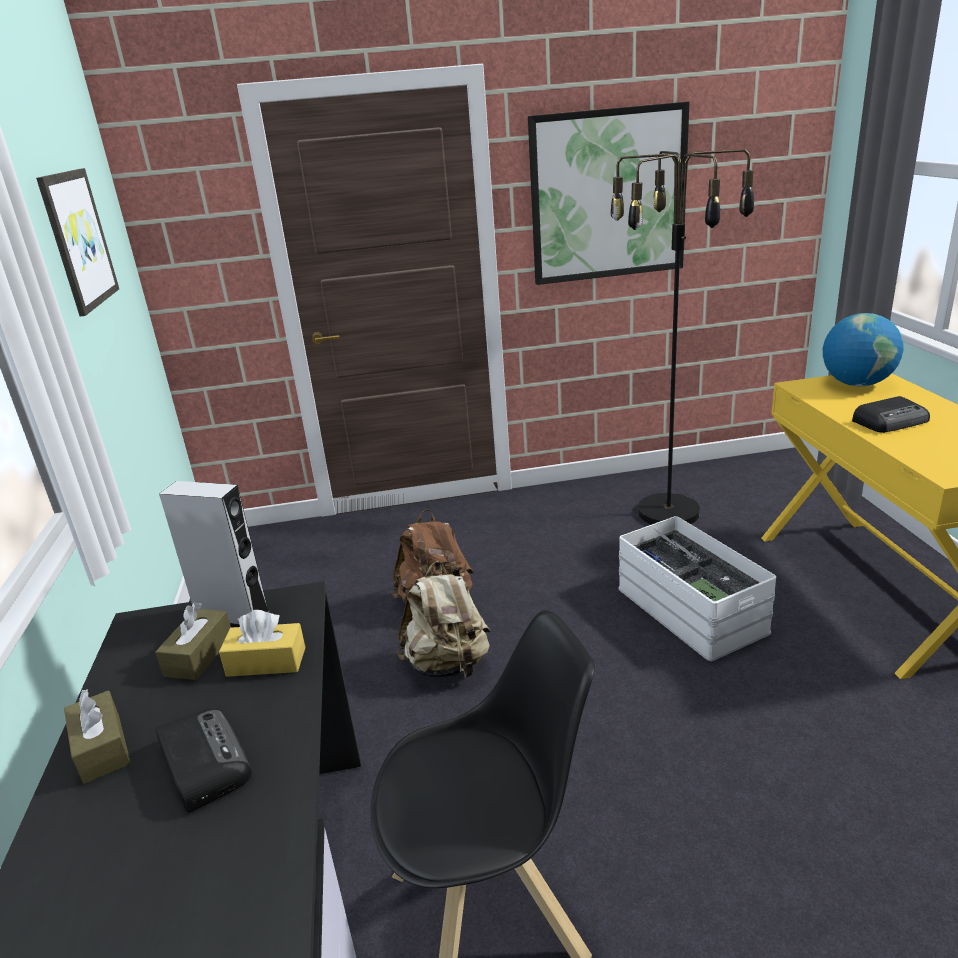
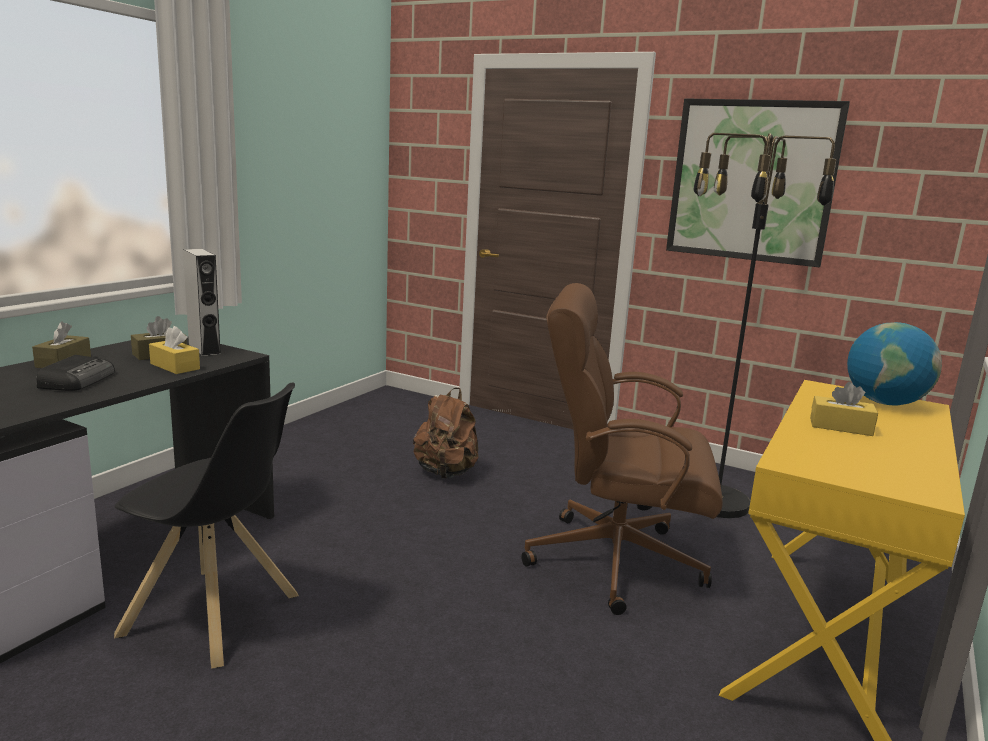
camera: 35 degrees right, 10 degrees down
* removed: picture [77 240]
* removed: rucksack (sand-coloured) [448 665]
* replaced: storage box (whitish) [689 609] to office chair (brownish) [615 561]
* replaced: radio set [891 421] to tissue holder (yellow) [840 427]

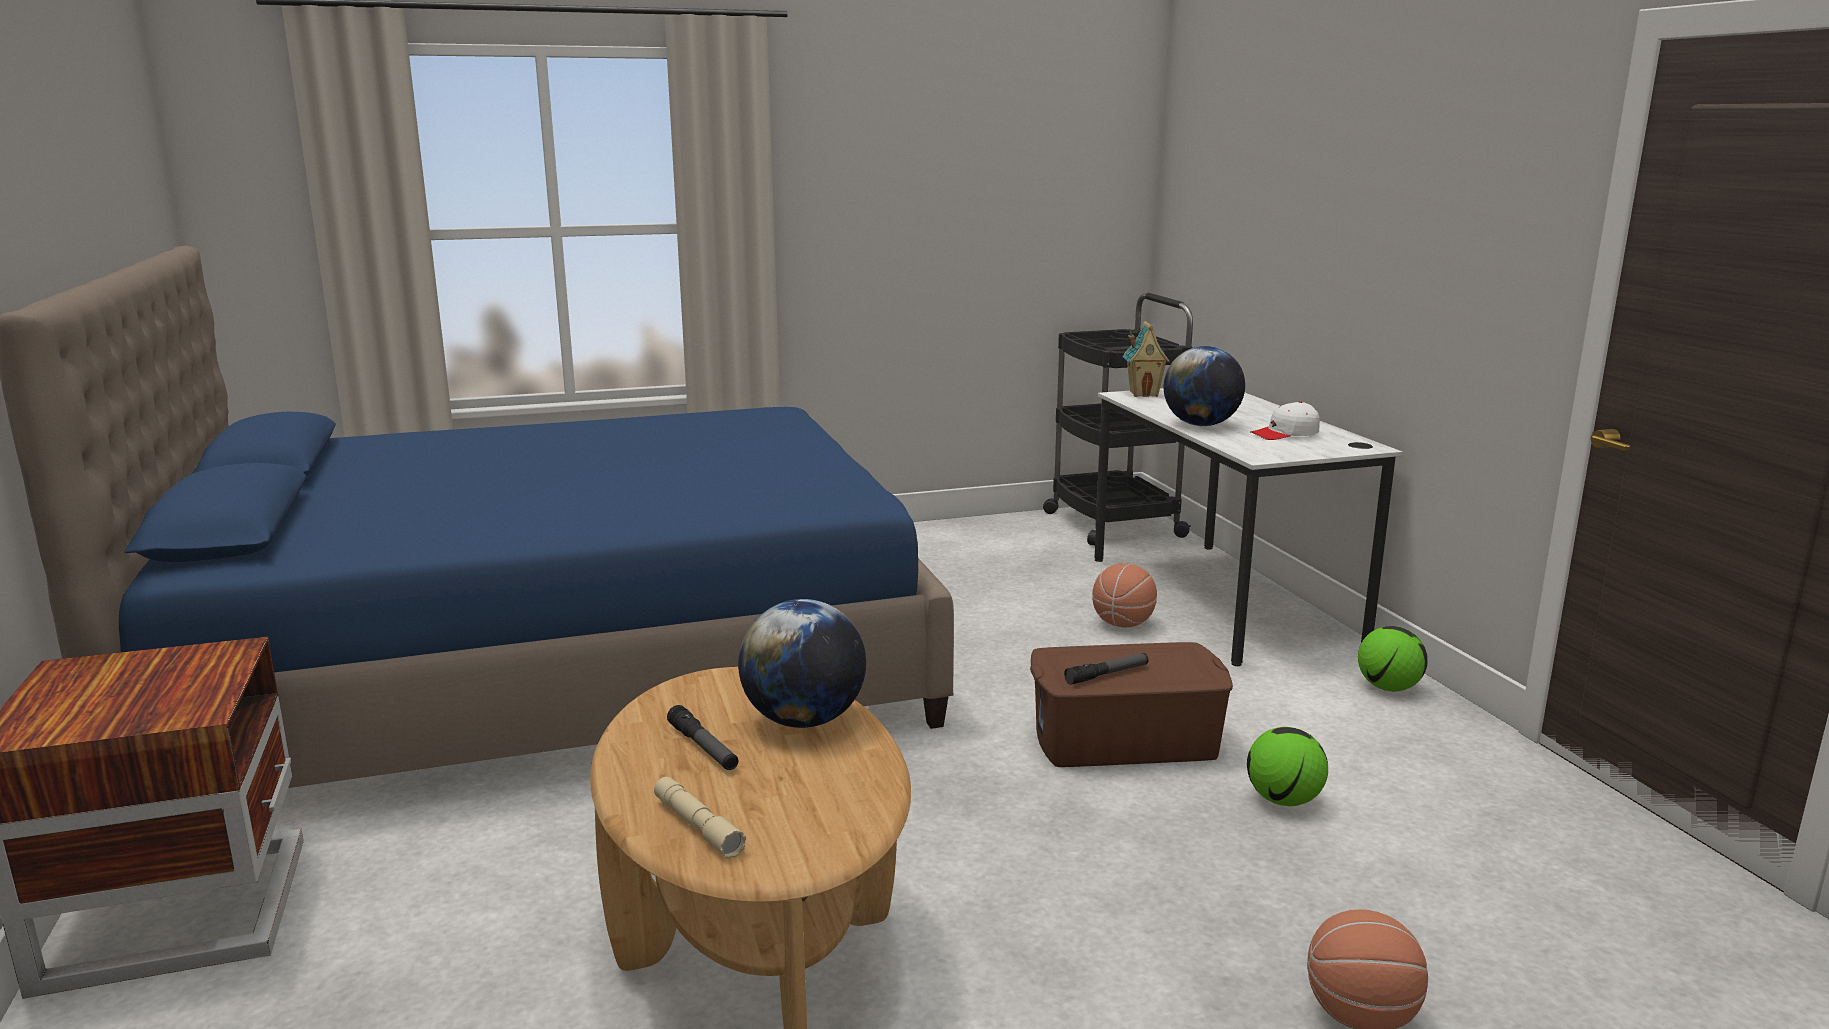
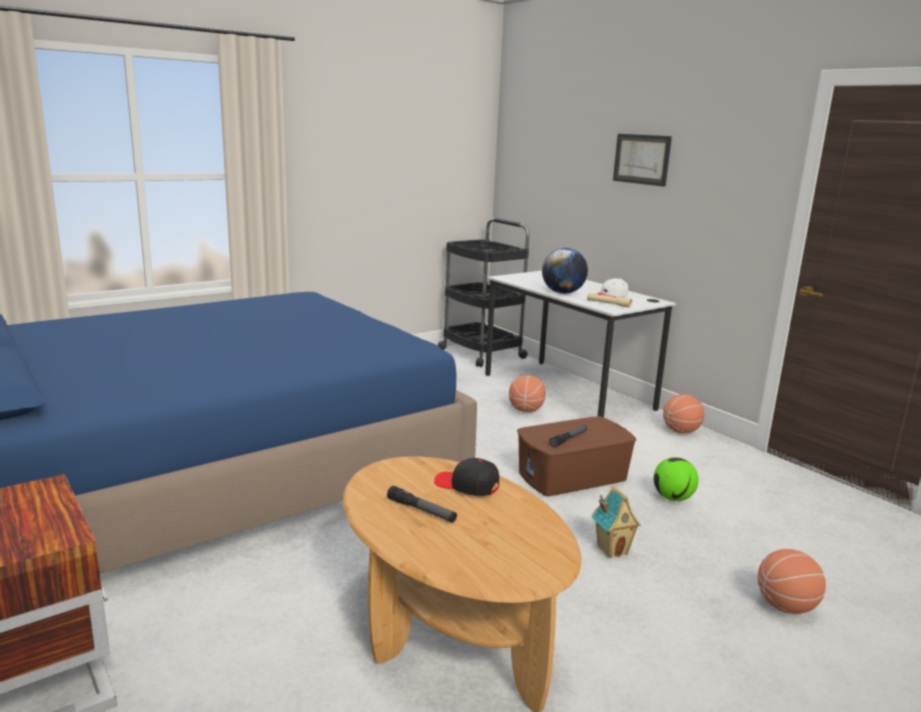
camera: 20 degrees left, 0 degrees up
* added: picture [641 159]
* moved: flashlight (sand-coloured) [698 827] to [608 304]
* moved: toy house [1144 394] to [612 550]
* replaced: world globe [804 720] to peaked cap (black-coloured) [467 485]
* replaced: football [1388 688] to basketball [681 431]

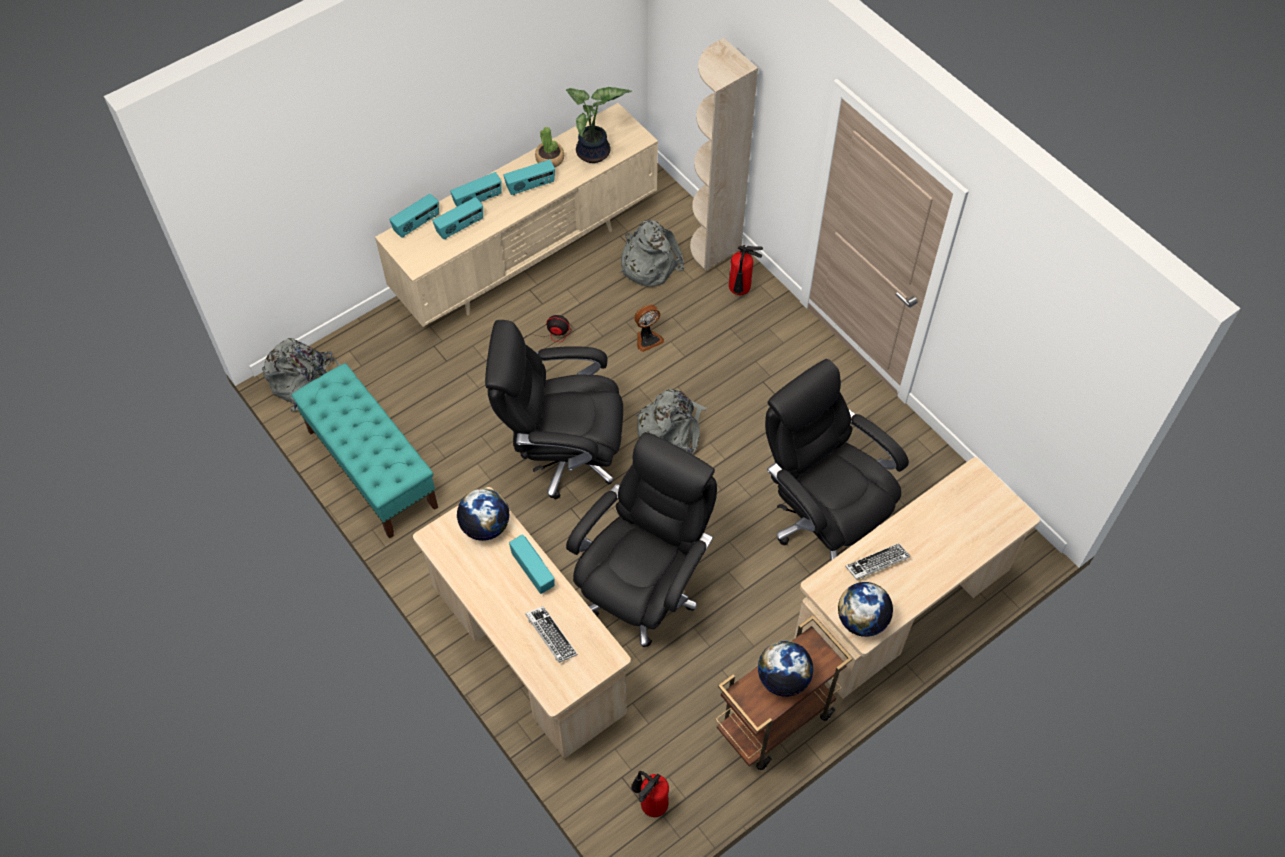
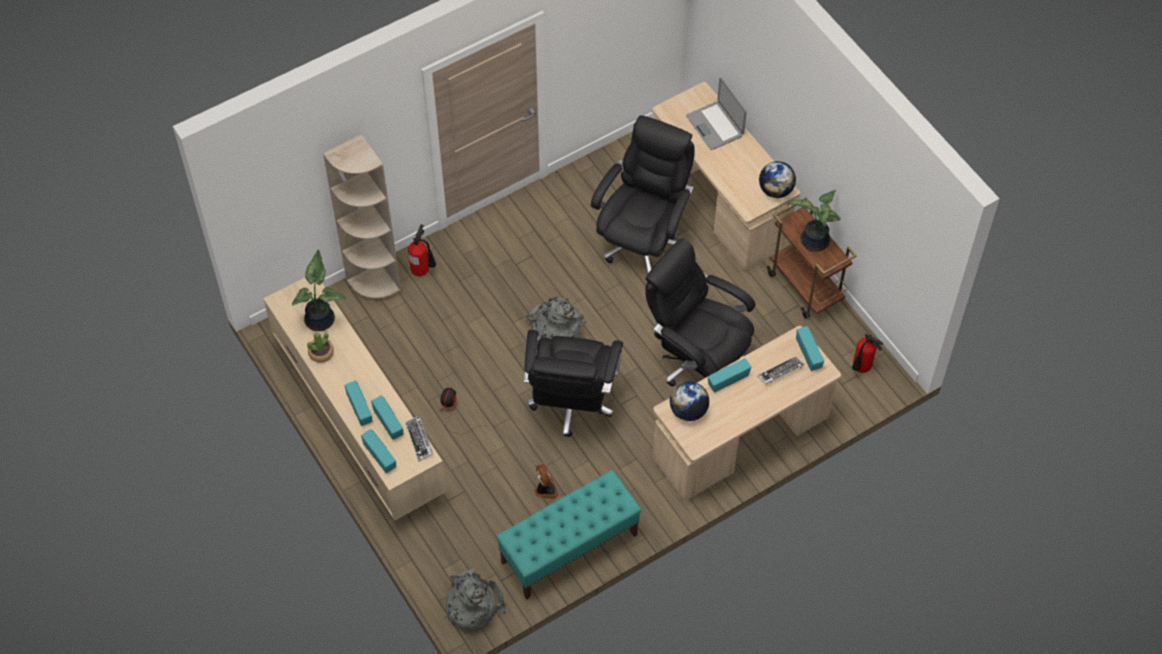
camera: 85 degrees left, 0 degrees up
* removed: rucksack (greyish) [648 263]
* added: portable computer [715 126]
* moved: radio set [530 186] to [809 354]
* moved: electric fan [647 339] to [545 489]
* moved: PC keyboard [877 563] to [419 440]
* replaced: world globe [783 678] to plant in a pot [813 242]
* turned: office chair (black-coloured) [821 518] = [643 241] 150 degrees clockwise

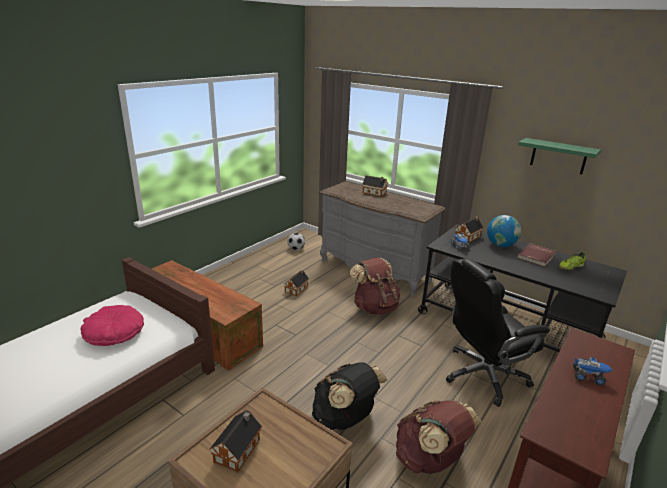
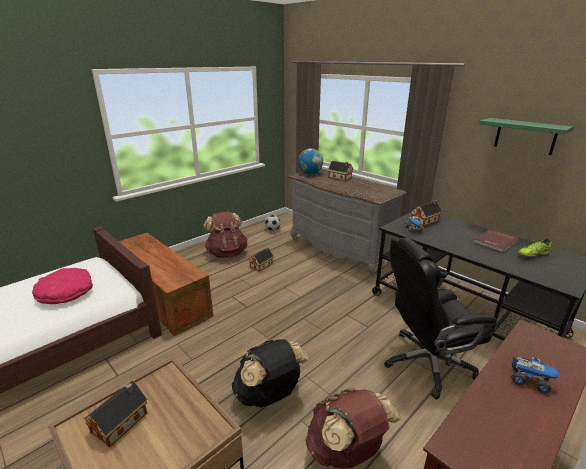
camera: 10 degrees right, 0 degrees up
* moved: rucksack (brownish) [374 307] to [227 253]
* moved: world globe [500 245] to [310 173]

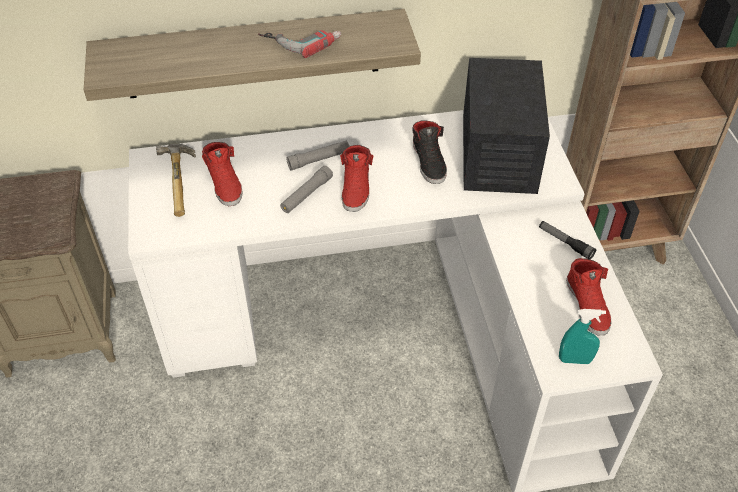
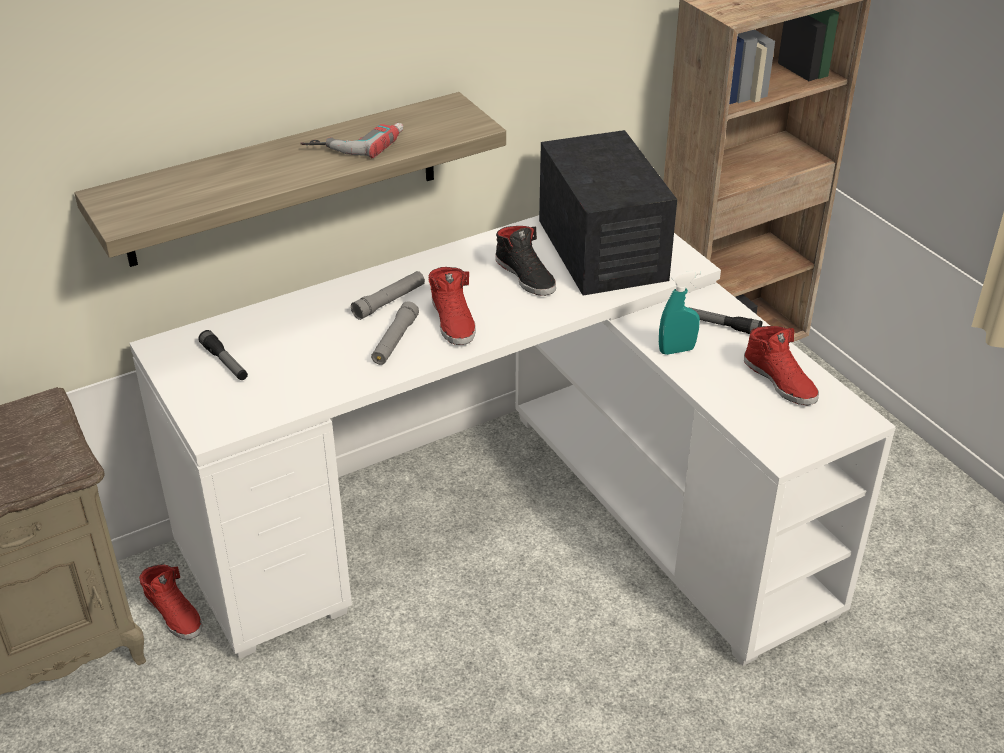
camera: 20 degrees left, 10 degrees down
* moved: low shoe (reddish) [225 183] to [174 613]
* moved: spray bottle (turquoise) [575 360] to [676 350]
* replaced: tool hammer [182 182] to flashlight [225 362]

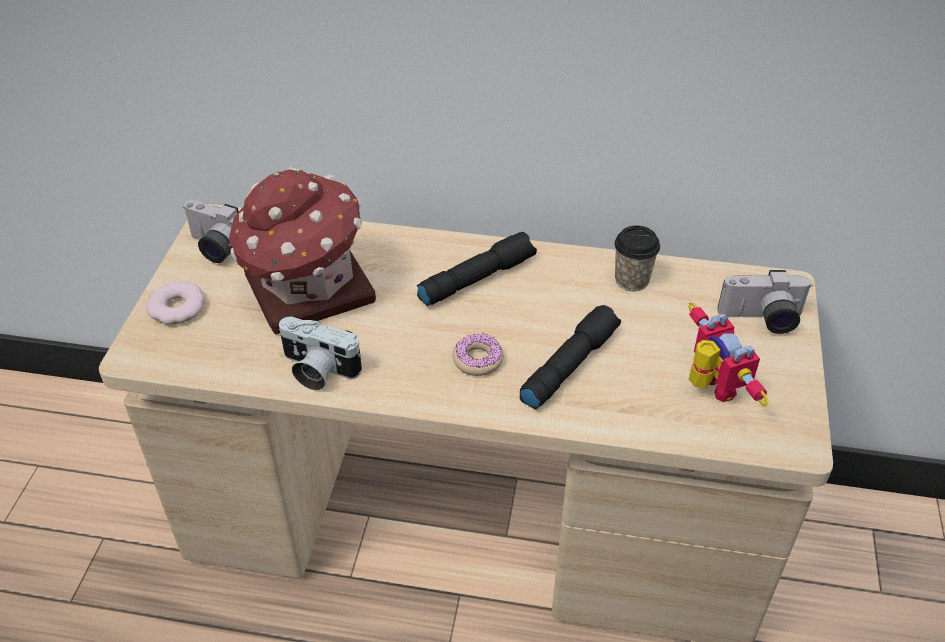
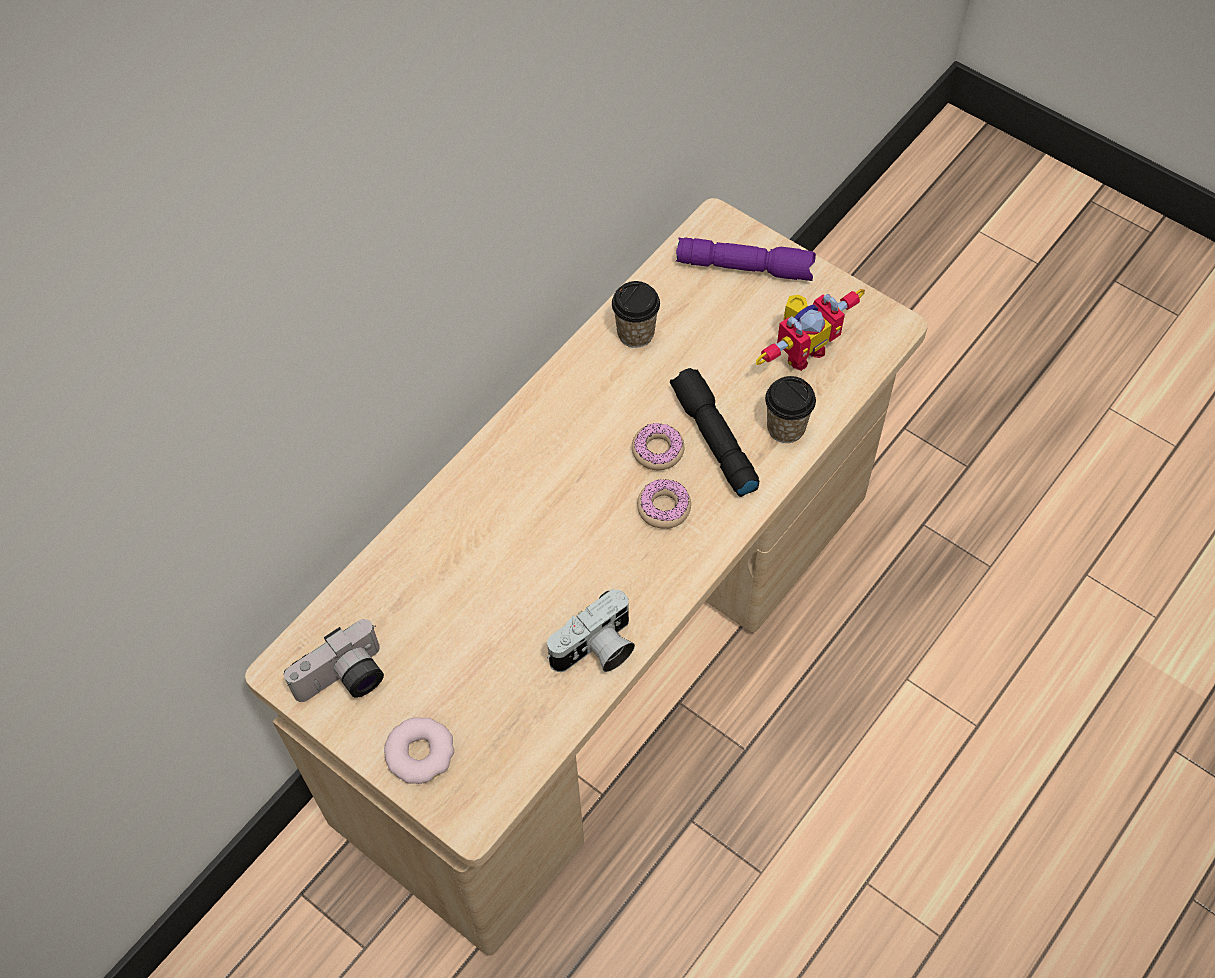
camera: 60 degrees left, 15 degrees up
* removed: toy house [306 291]
* removed: flashlight (black-coloured) [476 278]
* added: ring doughnut [658 450]
* added: small cup [786 428]
* replaced: photo camera [762 320] to flashlight (purplish) [746 266]
* turned: model robot [710 388] = [800 350] 135 degrees clockwise

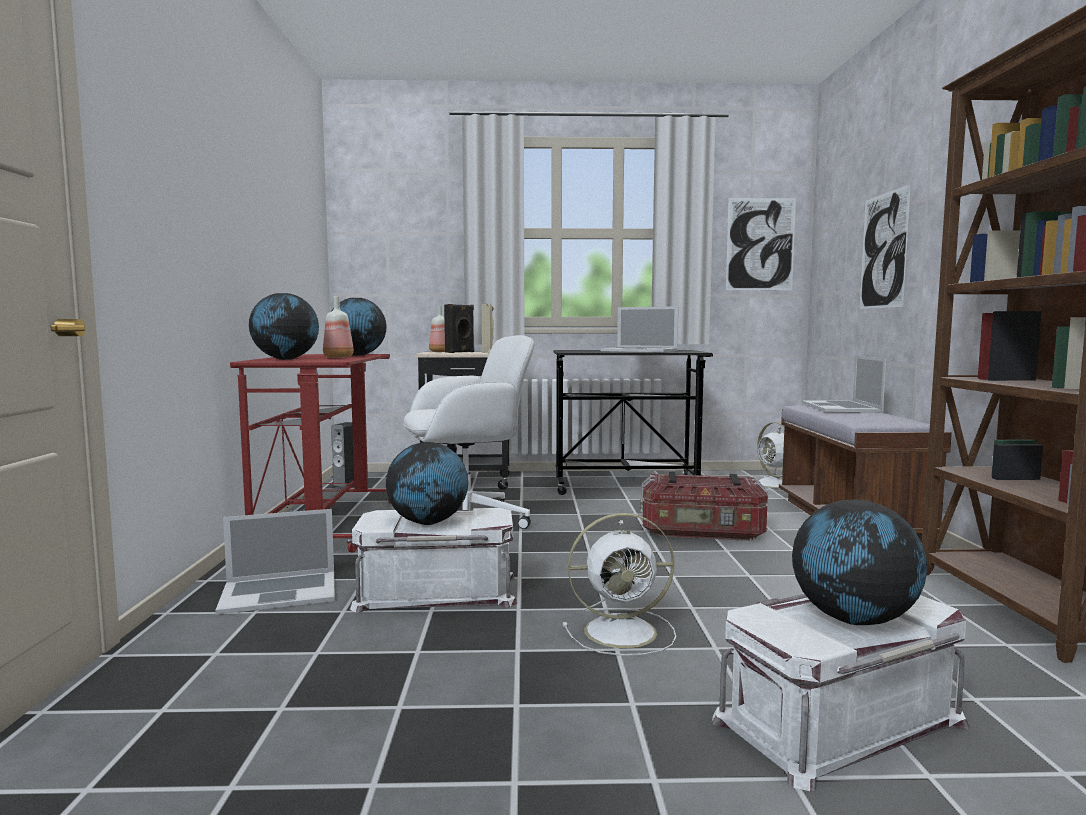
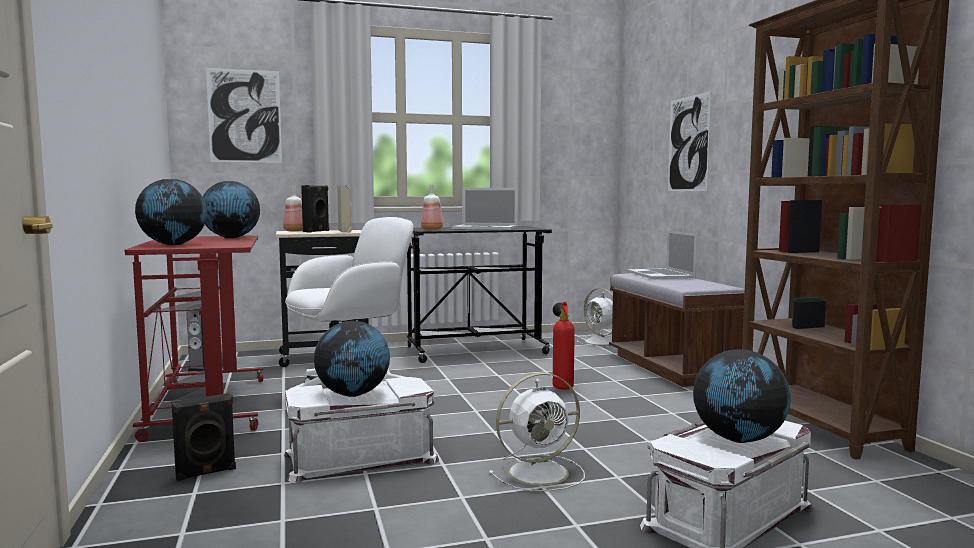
camera: 15 degrees left, 0 degrees up
* moved: bottle [337 357] to [431 229]
* moved: picture [760 244] to [244 116]
* replaced: portable computer [279 592] to audio speaker (black-coloured) [206 473]
* replaced: storage box [702 532] to extinguisher [562 387]

